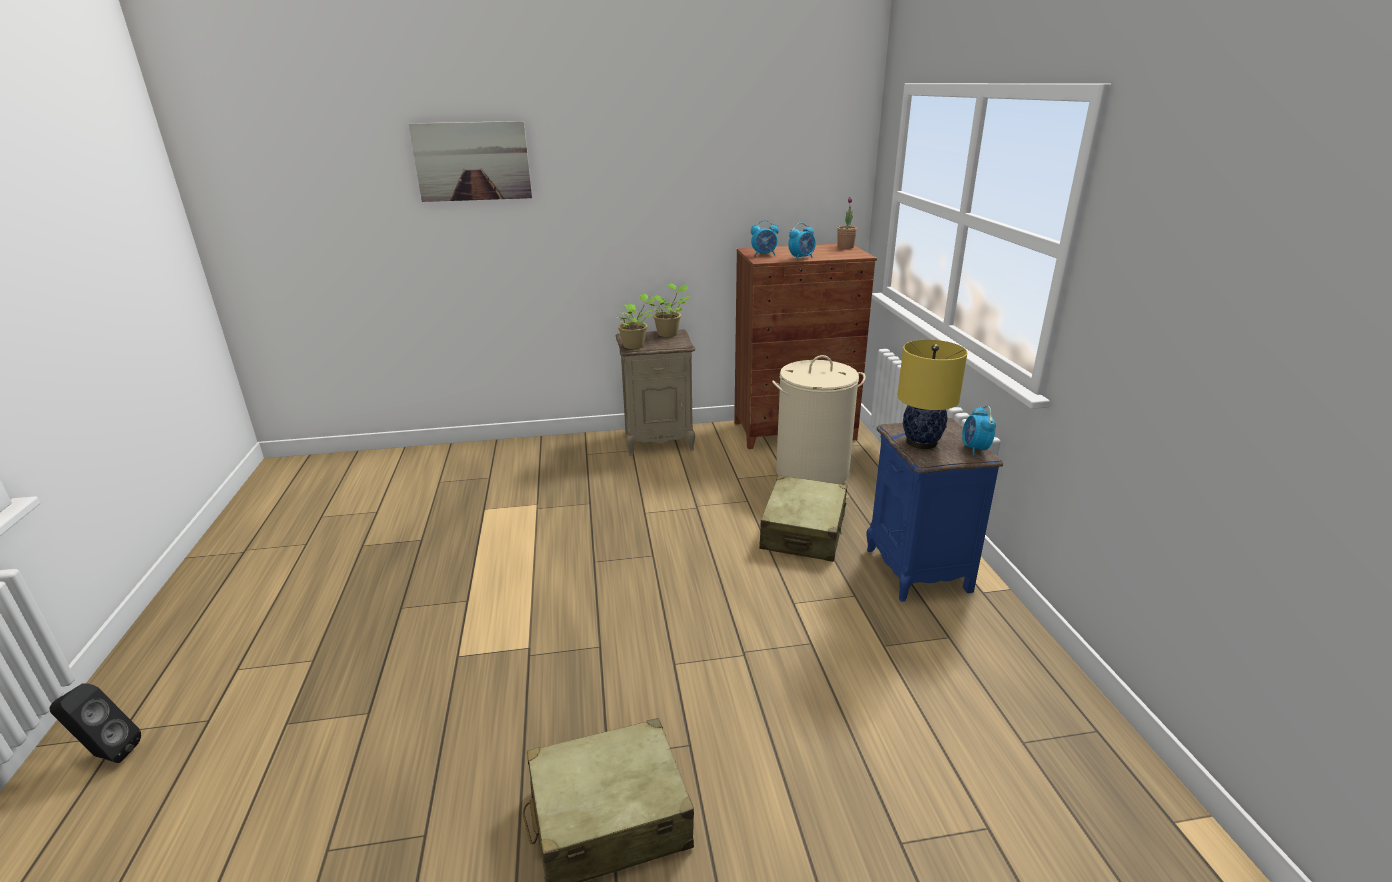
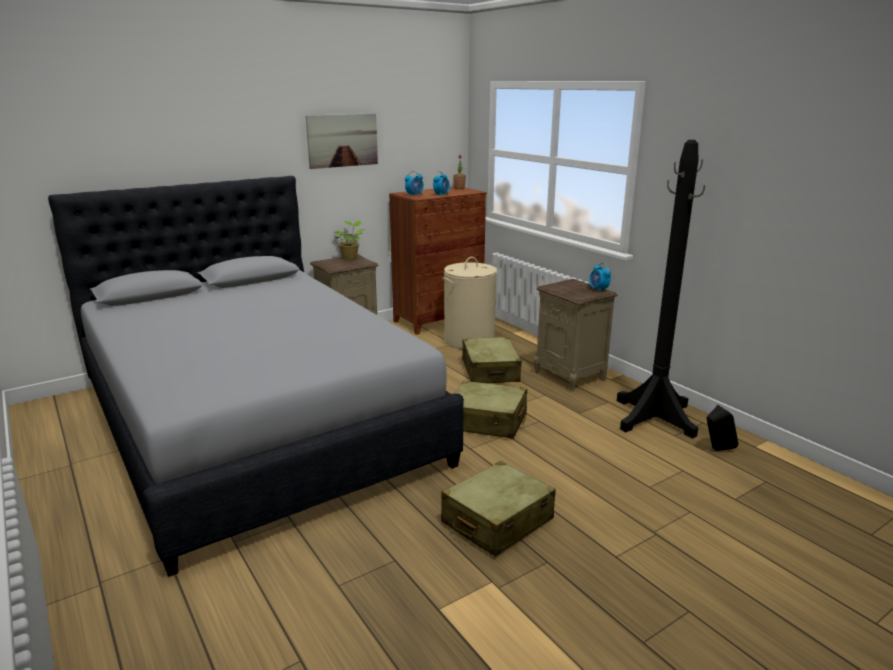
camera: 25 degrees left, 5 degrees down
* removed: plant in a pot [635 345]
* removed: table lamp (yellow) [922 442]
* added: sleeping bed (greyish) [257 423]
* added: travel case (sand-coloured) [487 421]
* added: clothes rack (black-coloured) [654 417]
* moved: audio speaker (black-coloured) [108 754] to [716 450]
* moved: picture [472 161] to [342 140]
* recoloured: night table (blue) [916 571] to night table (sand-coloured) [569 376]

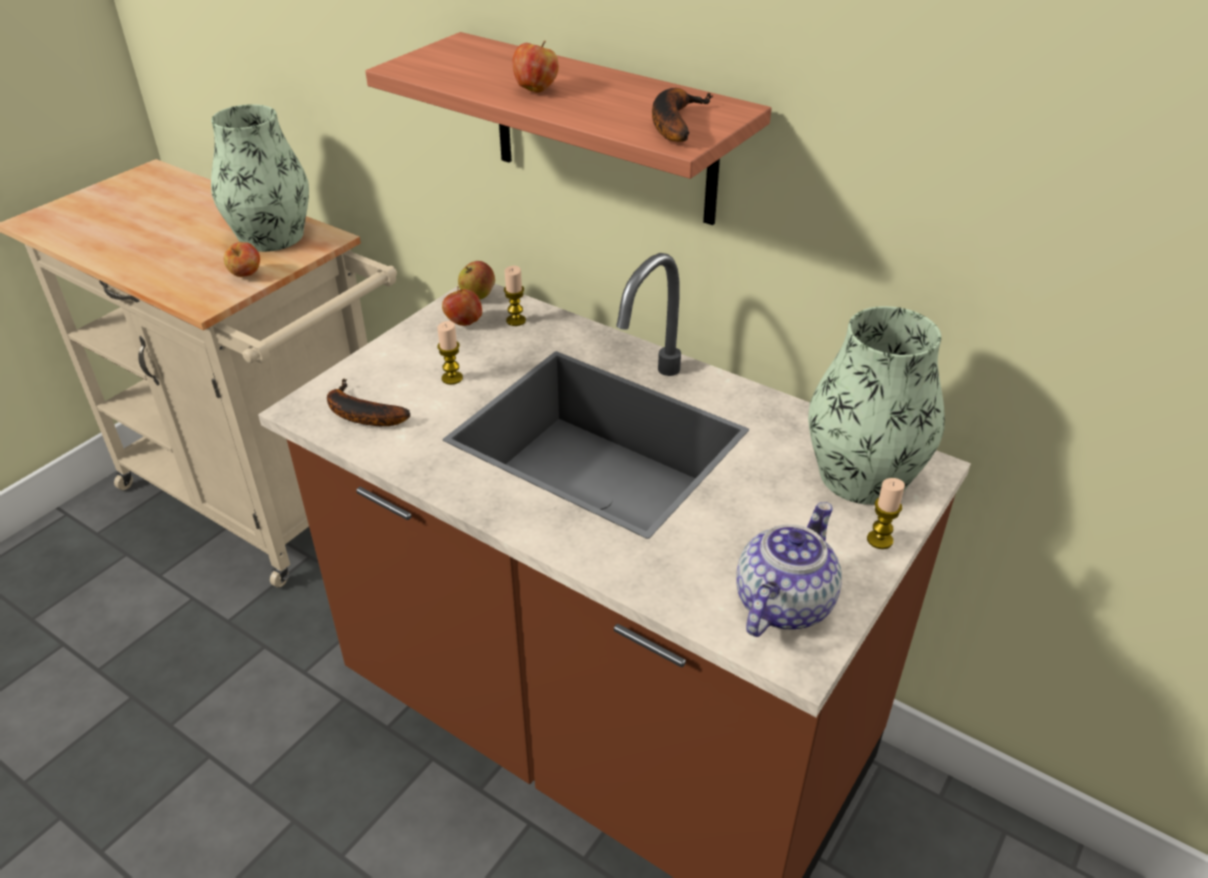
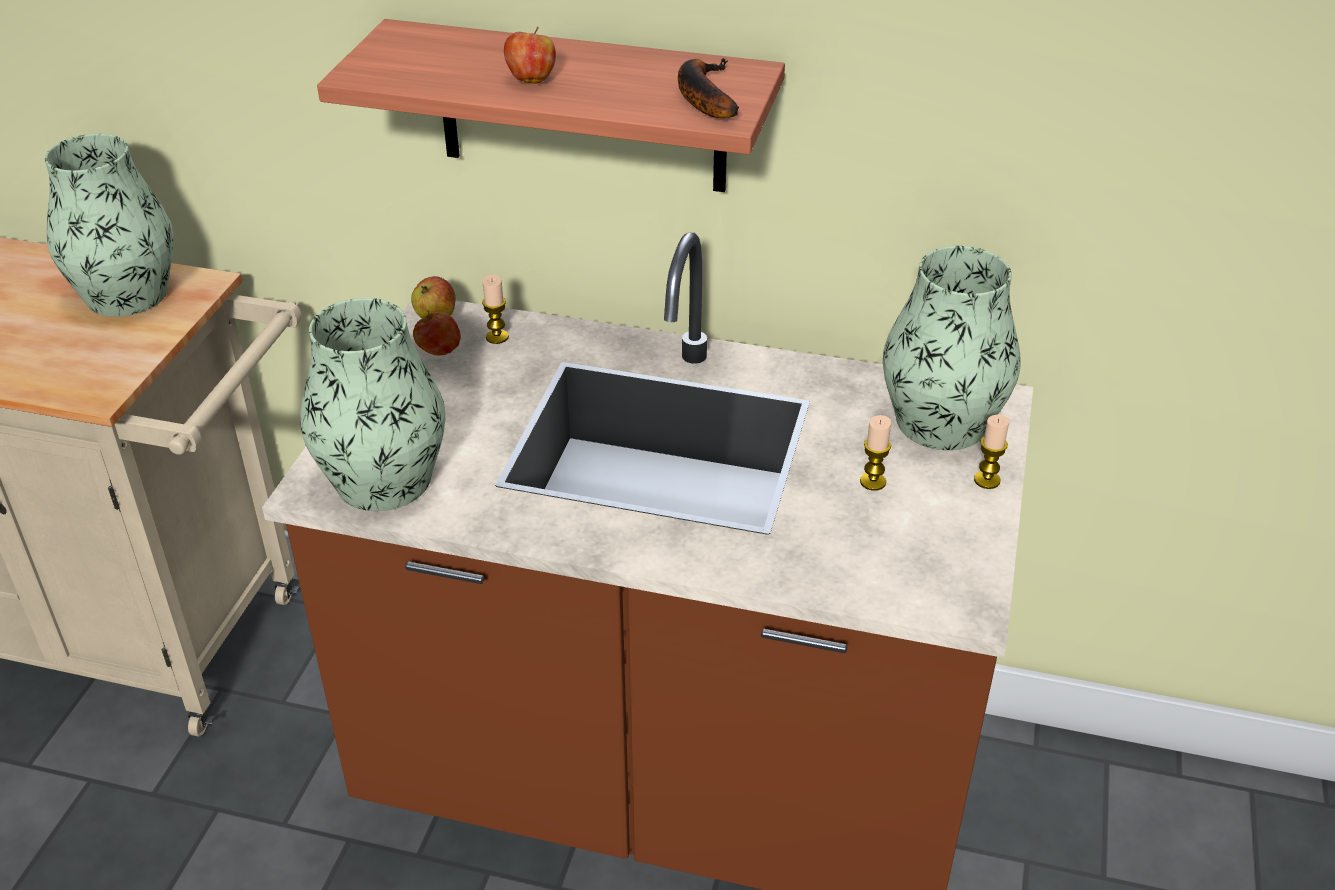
camera: 20 degrees left, 0 degrees up
* removed: whole apple [246 275]
* removed: tea pot [782 602]
* moved: candle [452 378] to [873 482]
* replaced: banana [359 414] to flower vase [383 479]

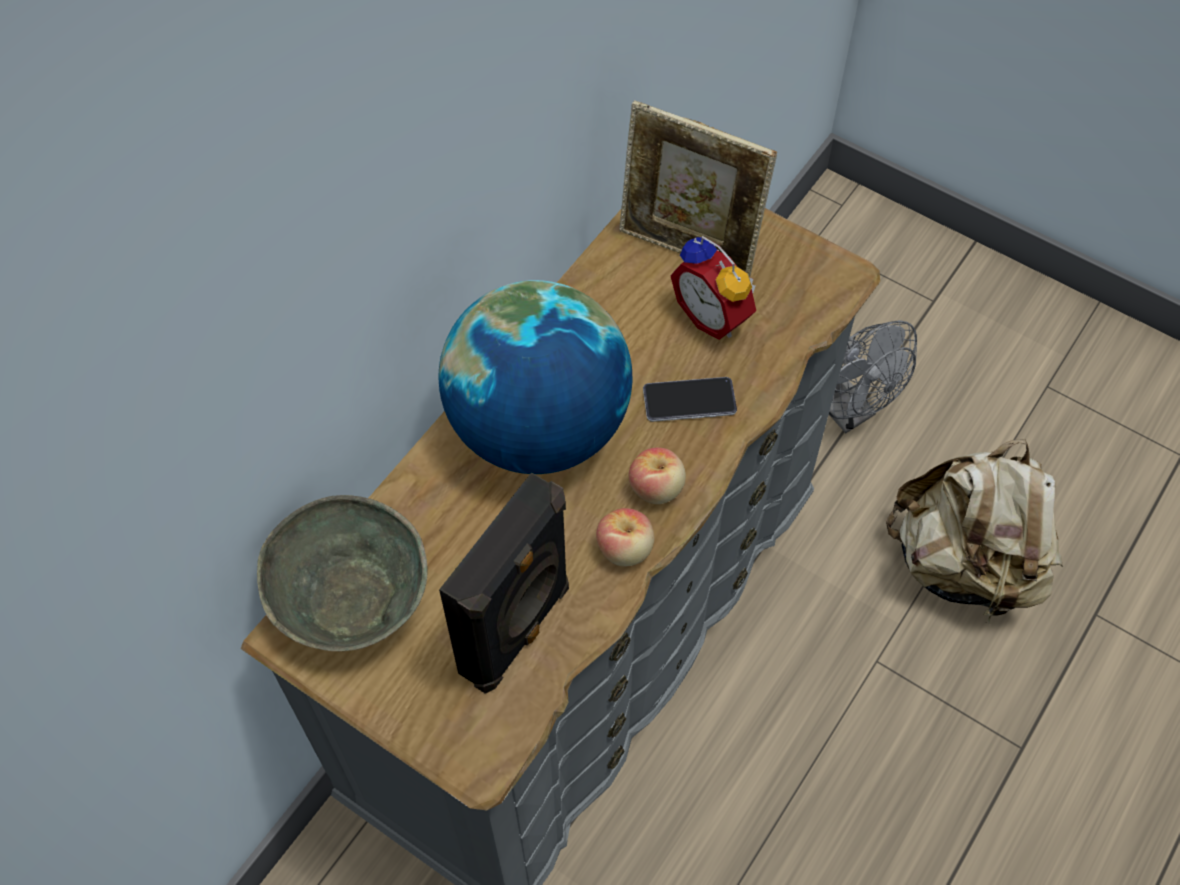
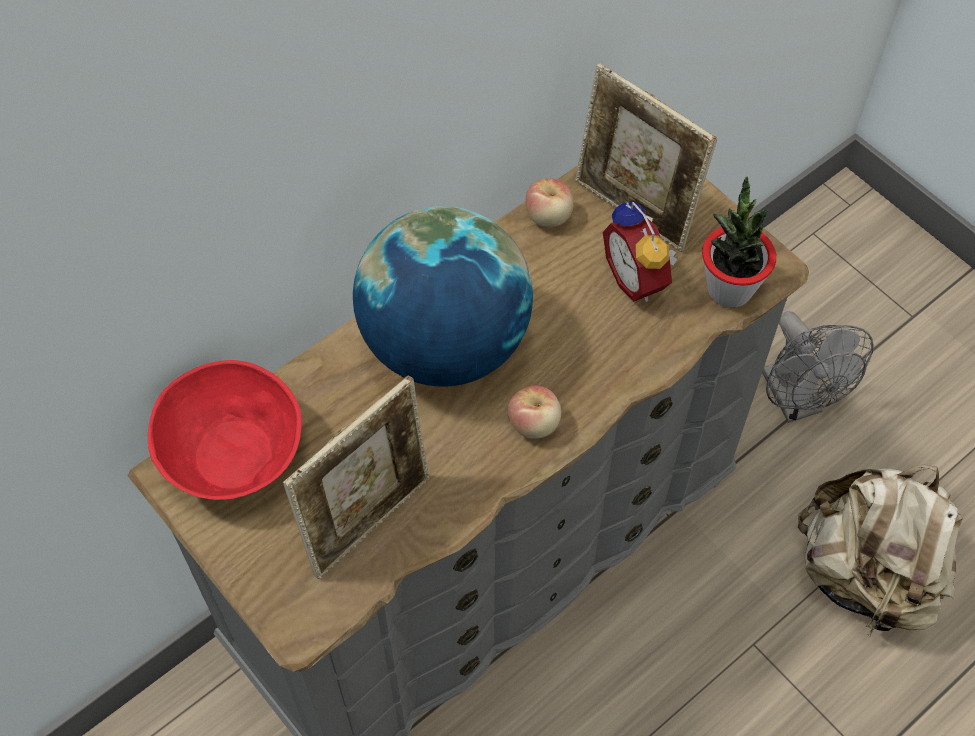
camera: 15 degrees right, 0 degrees up
* removed: telephone [689 400]
* added: plant in a pot [729 289]
* moved: whole apple [625 549] to [549 216]
* replaced: audio speaker (black-coloured) [518 631] to standing frame [369 521]
* recoloured: bowl (greyish) [349 599] to bowl (reddish) [231 456]

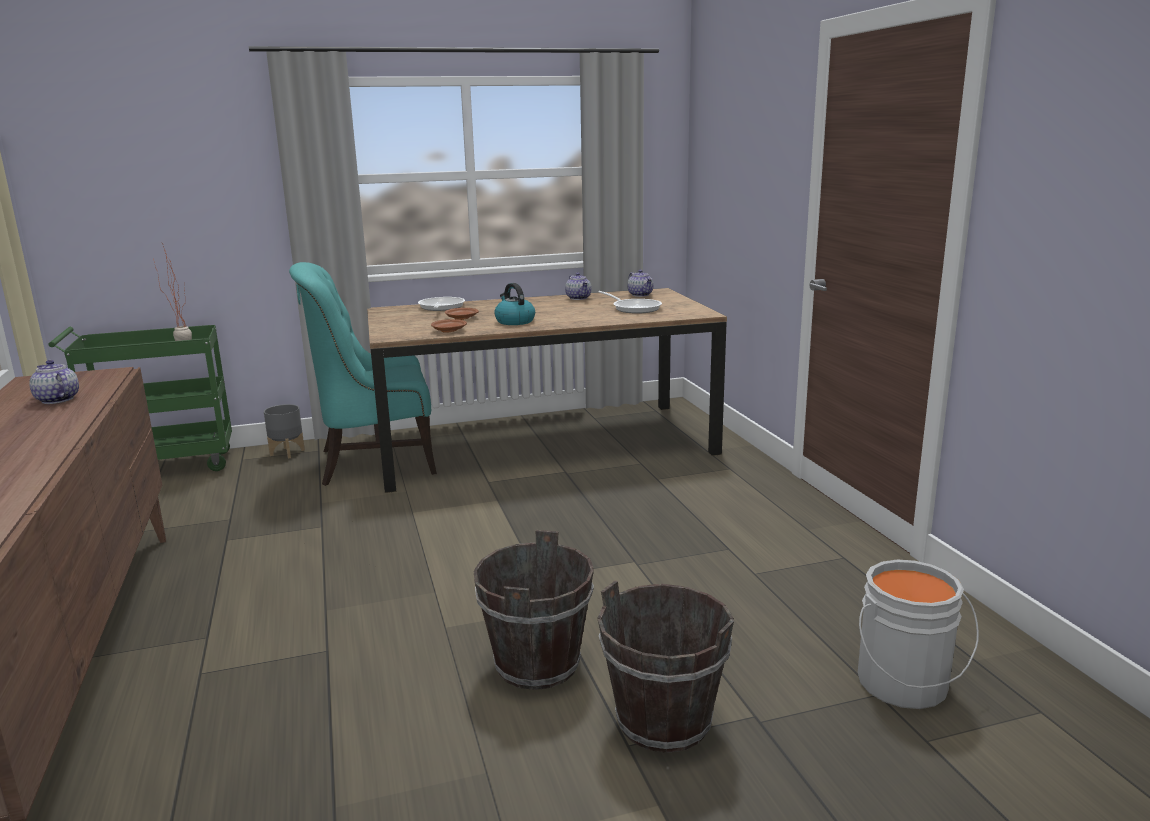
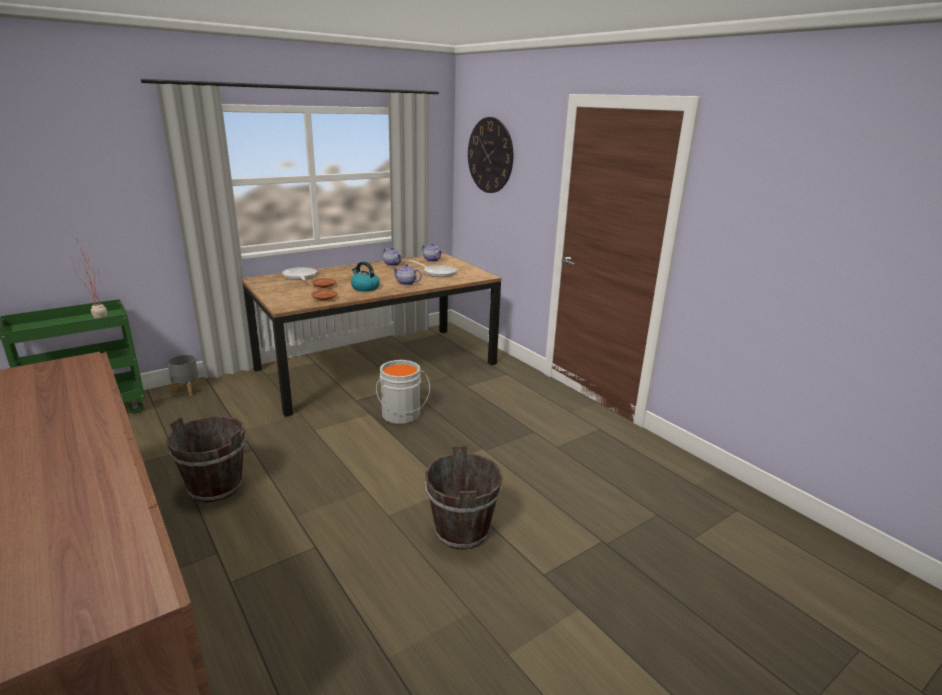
camera: 20 degrees left, 5 degrees up
* removed: plain chair (turquoise) [375 461]
* added: wall clock [490 155]
* moved: tea pot [56 400] to [406 283]
* moved: bucket (brownish) [664 721] to [216 487]
* moved: bucket (greyish) [904 685] to [401 415]

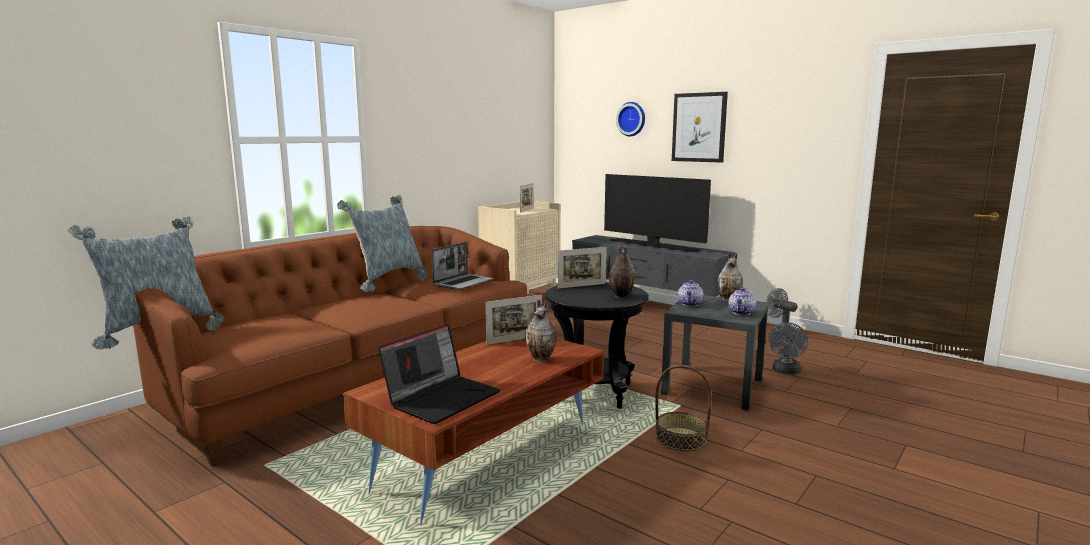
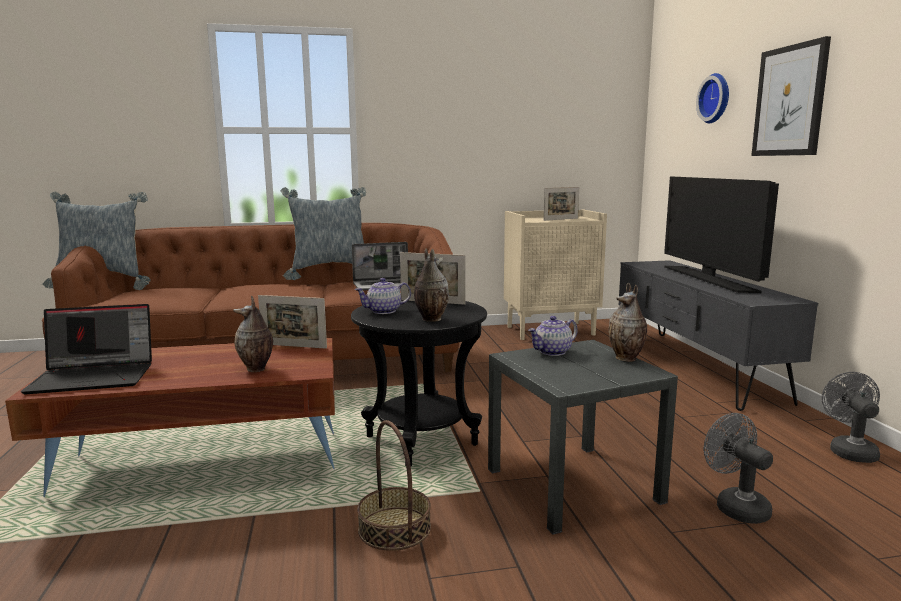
camera: 40 degrees right, 0 degrees up
* moved: tea pot [741 312] to [383 311]
* turned: electric fan (greyish) [786 371] = [735 506] 90 degrees clockwise

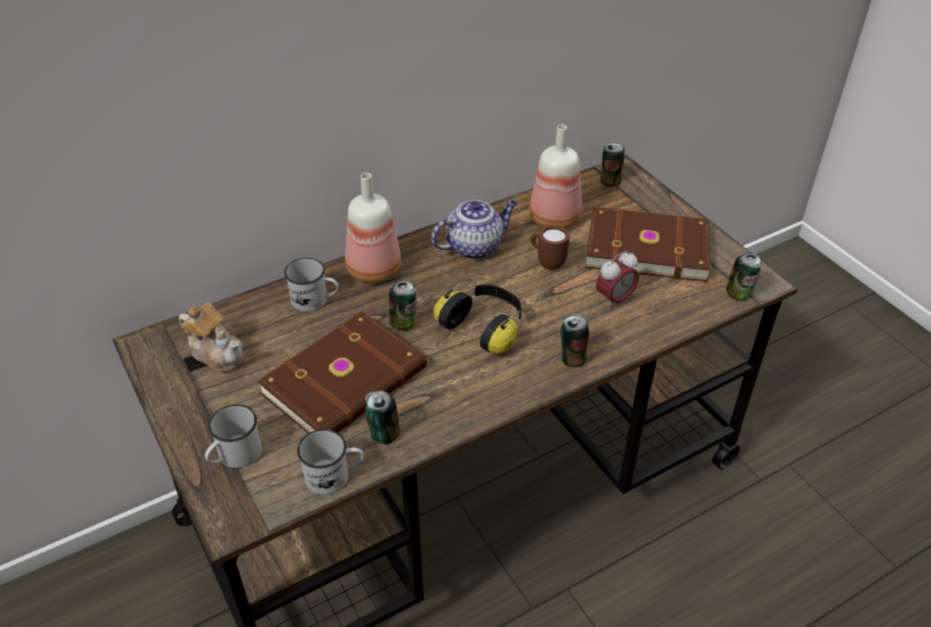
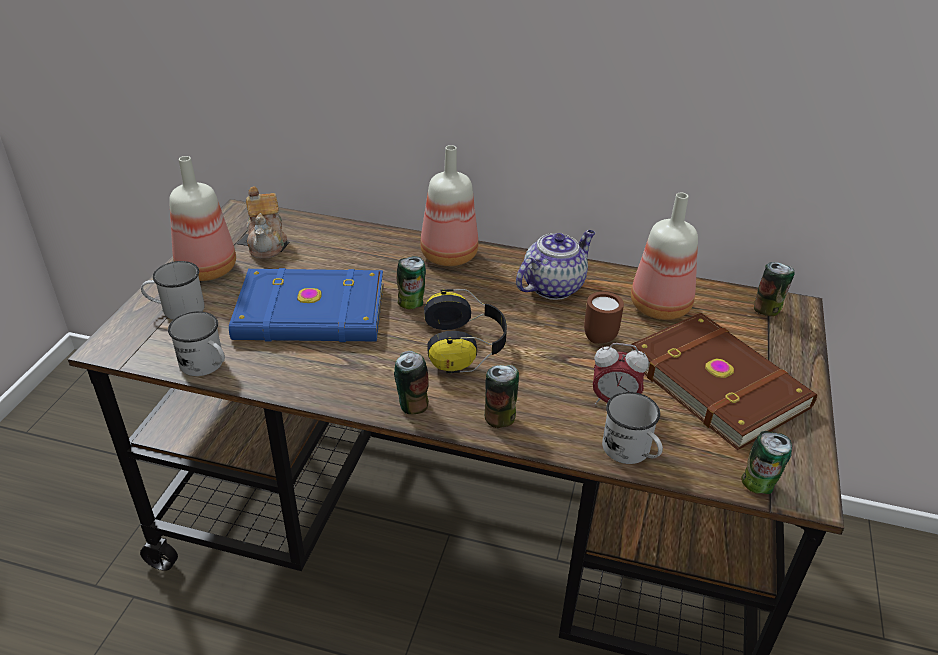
camera: 45 degrees right, 5 degrees down
* added: bottle [209 270]
* moved: tea mug (whitish) [315 301] to [631 452]
* moved: sealed can [383 434] to [412 404]
* recoloured: bound book (brownish) [347 382] to bound book (blue) [311 314]
* turned: tea pot [475 246] = [553 286] 60 degrees counterclockwise

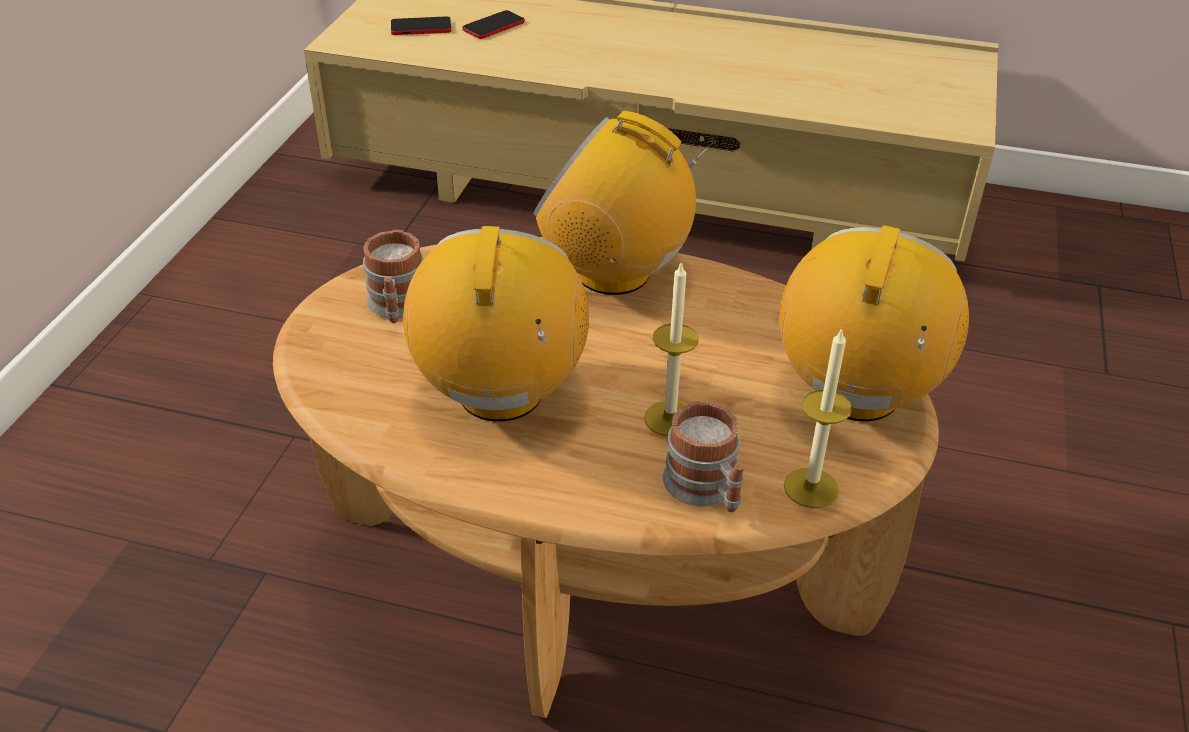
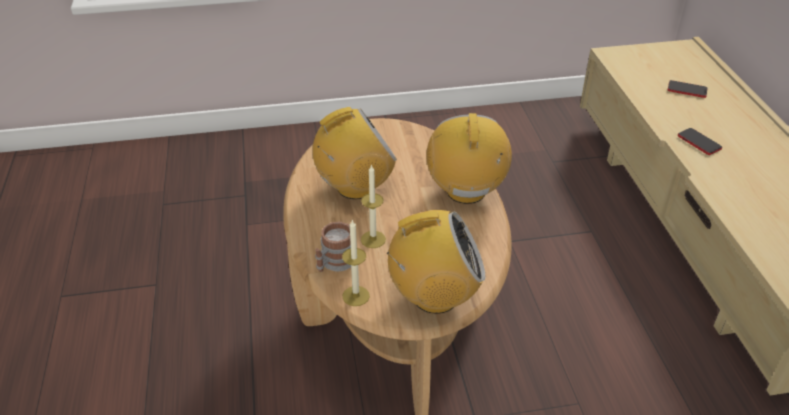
camera: 65 degrees right, 0 degrees up
* removed: tea mug [397 307]
* moved: telephone [421 27] to [699 142]

